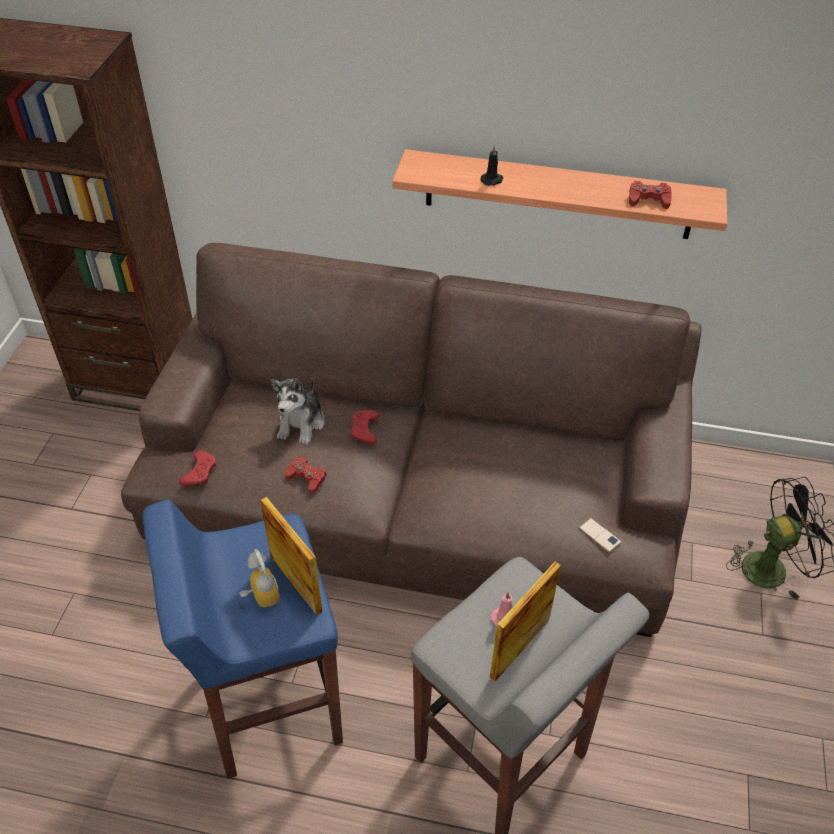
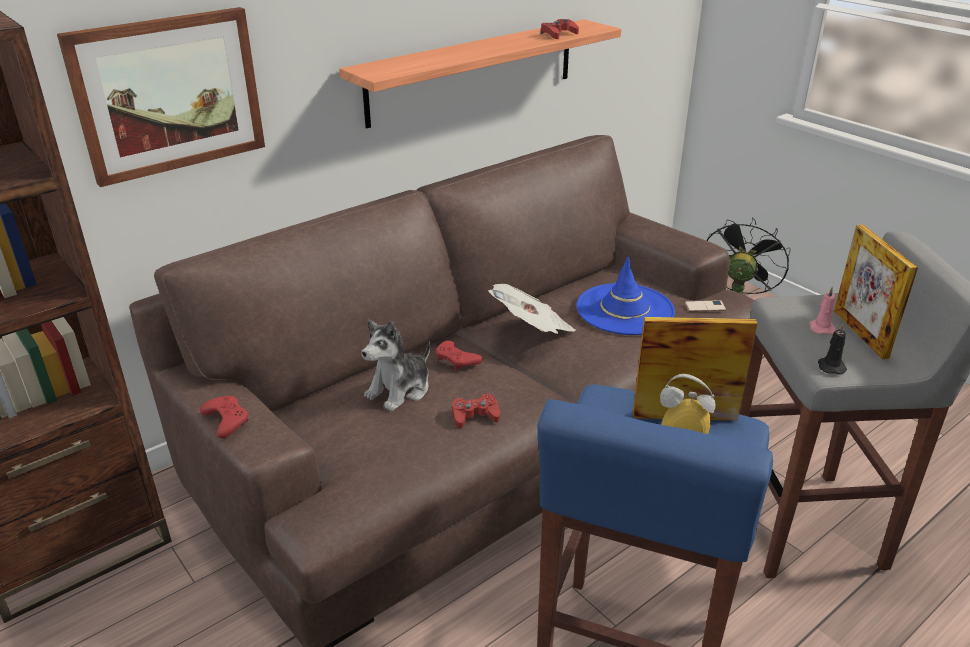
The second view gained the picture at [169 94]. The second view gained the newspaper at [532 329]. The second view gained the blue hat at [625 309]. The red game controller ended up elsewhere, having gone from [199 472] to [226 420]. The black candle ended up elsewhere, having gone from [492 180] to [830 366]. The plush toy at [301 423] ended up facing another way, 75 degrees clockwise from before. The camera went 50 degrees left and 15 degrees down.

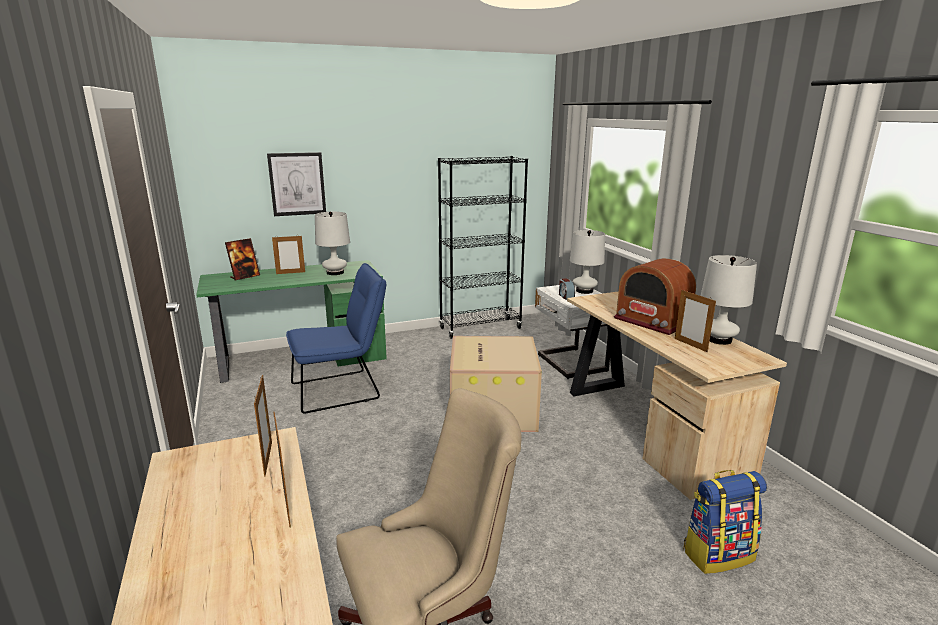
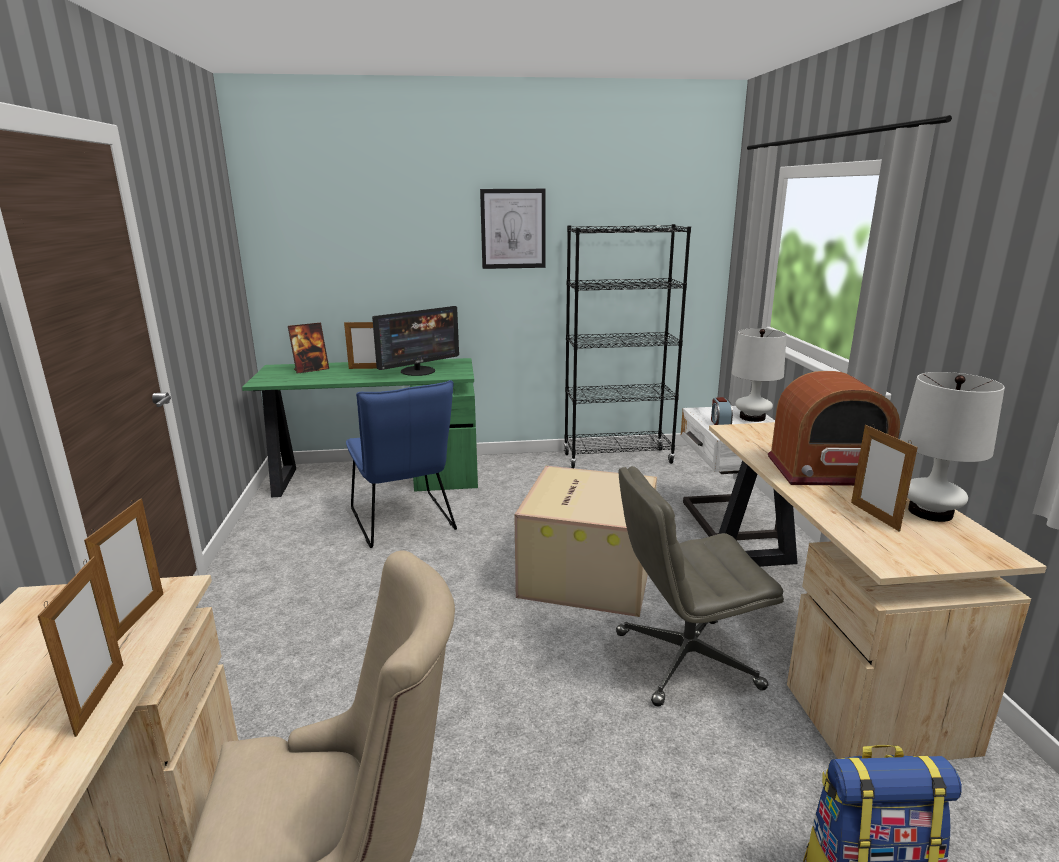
The second view gained the grey office chair at [685 661]. The picture ended up elsewhere, having gone from [297 184] to [513 229]. Where the white table lamp stood at [335 272], the monitor came to stand at [418 371]. The blue chair at [342 390] ended up facing another way, 75 degrees clockwise from before. The radio at [652 321] ended up facing another way, 60 degrees counterclockwise from before. The camera went 15 degrees right and 0 degrees up.

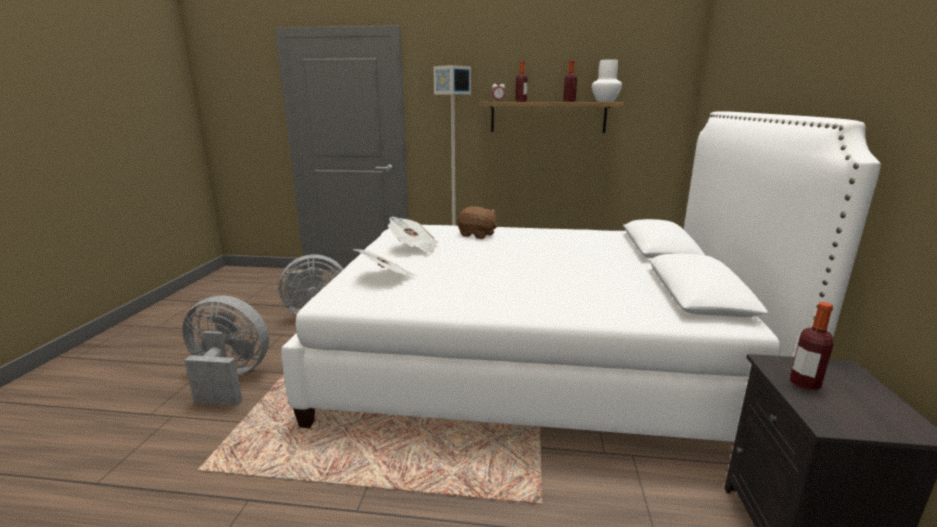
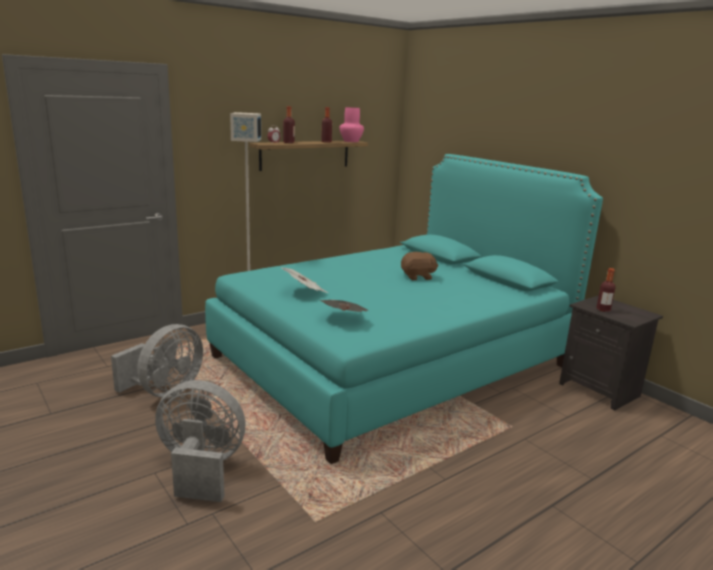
The brown plush toy ended up elsewhere, having gone from [477 235] to [418 277]. What was the white bed at [530 359] turned into the turquoise bed at [392 360]. What was the white vase at [605 101] turned into the pink vase at [351 141]. The grey fan at [229 379] ended up facing another way, 45 degrees clockwise from before. The camera went 45 degrees left and 0 degrees up.

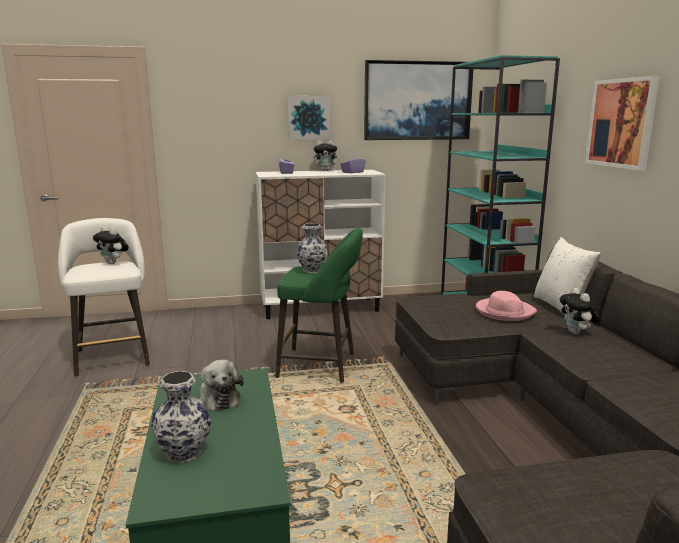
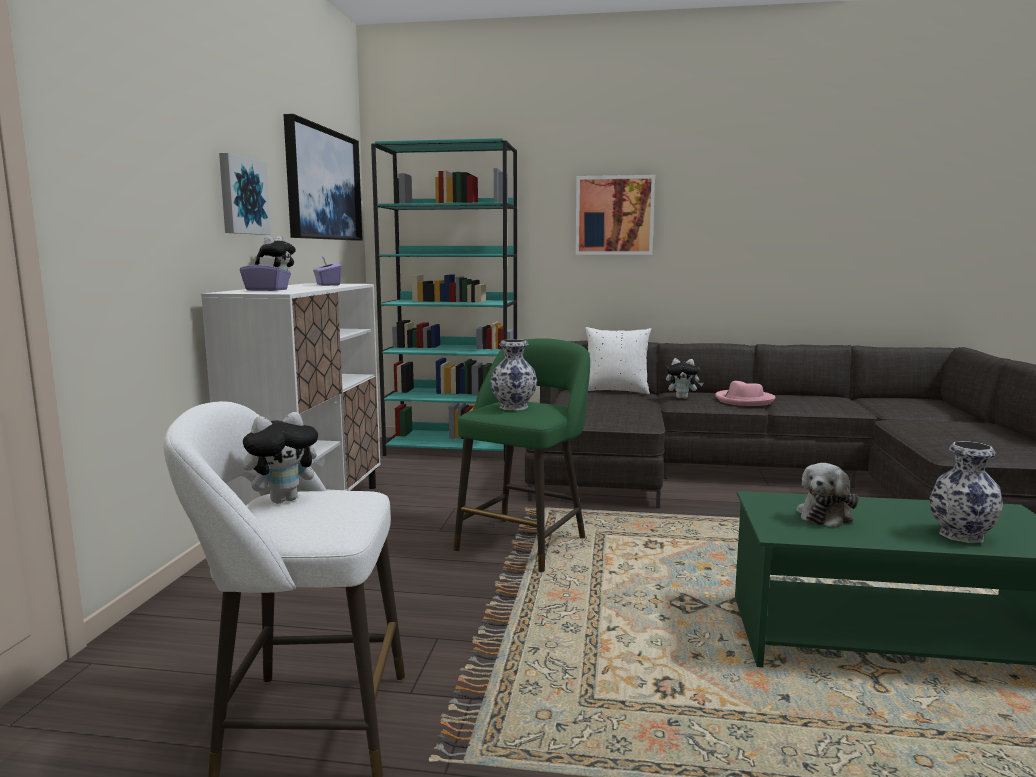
The pink hat ended up elsewhere, having gone from [504 312] to [744 400]. The plush toy at [218 398] ended up facing another way, 135 degrees clockwise from before. The camera went 70 degrees left and 5 degrees down.

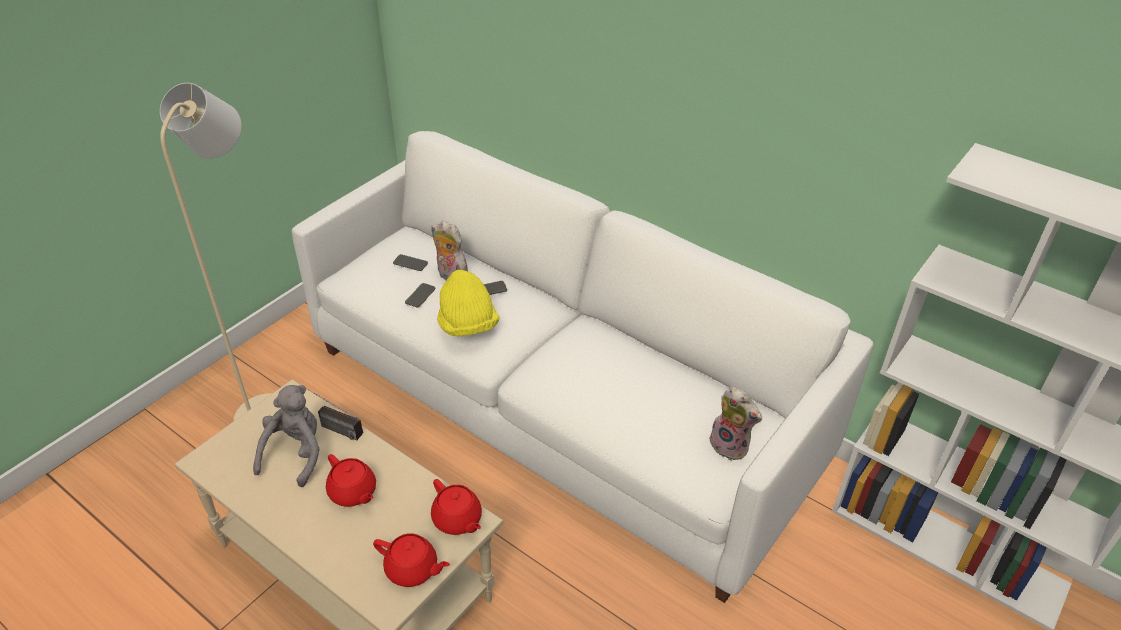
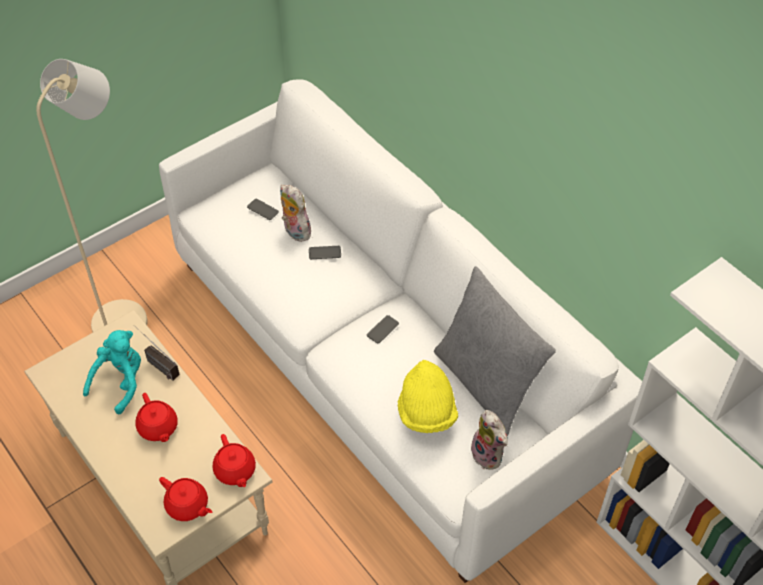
The second view gained the grey pillow at [486 383]. The phone ended up elsewhere, having gone from [420 296] to [382 329]. The yellow hat ended up elsewhere, having gone from [468 325] to [426 412]. What was the grey plush toy at [295 453] turned into the turquoise plush toy at [120 382]. The camera went 15 degrees right and 10 degrees up.

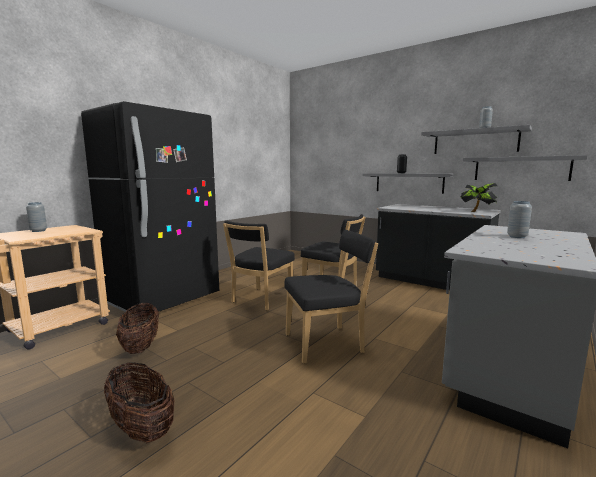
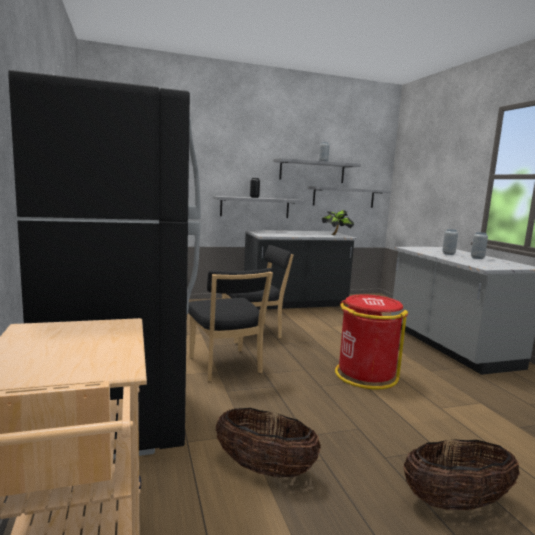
The grey vase ended up elsewhere, having gone from [38 231] to [477 258]. Where the black chair stood at [327 343], the red trash can came to stand at [365 375]. The camera went 55 degrees left and 0 degrees up.

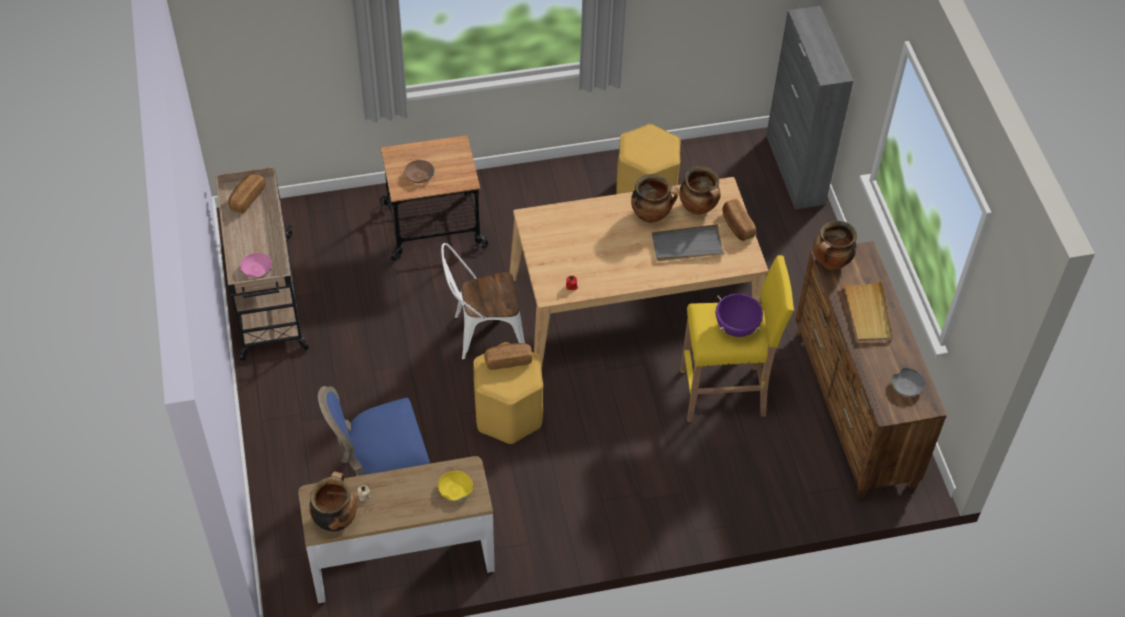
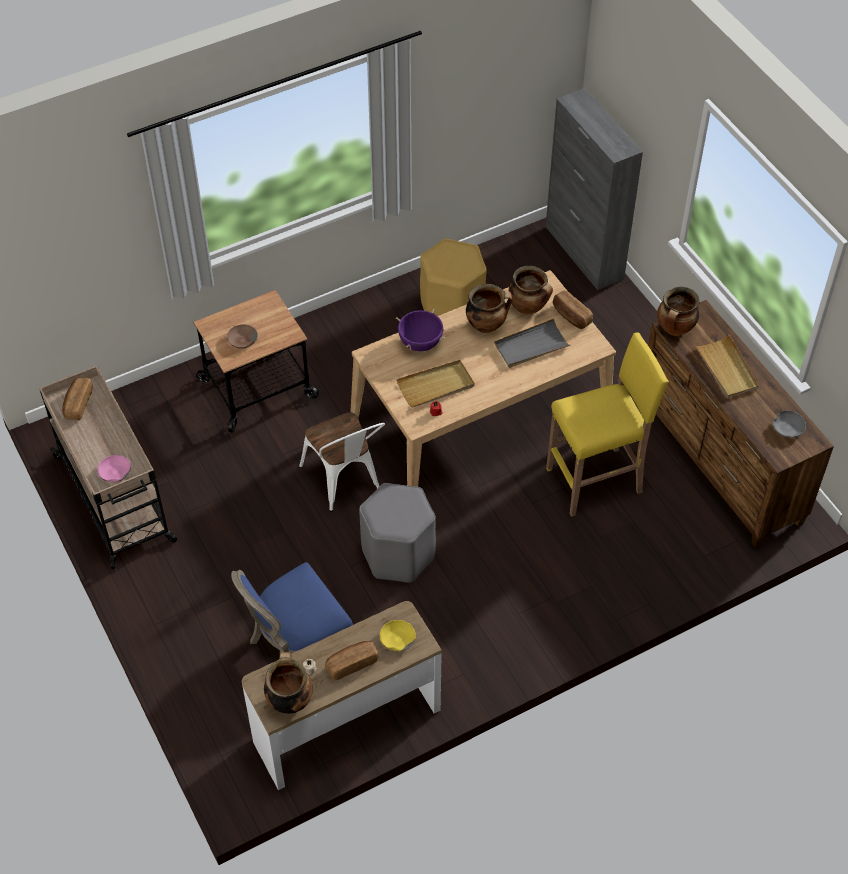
The second view gained the beige tray at [436 386]. The bread ended up elsewhere, having gone from [508 360] to [351 663]. The purple cooking pot ended up elsewhere, having gone from [736 327] to [420 343]. What was the yellow stool at [508 414] turned into the grey stool at [397 554]. The white chair at [483 334] ended up facing another way, 90 degrees counterclockwise from before. The camera went 15 degrees left and 0 degrees up.

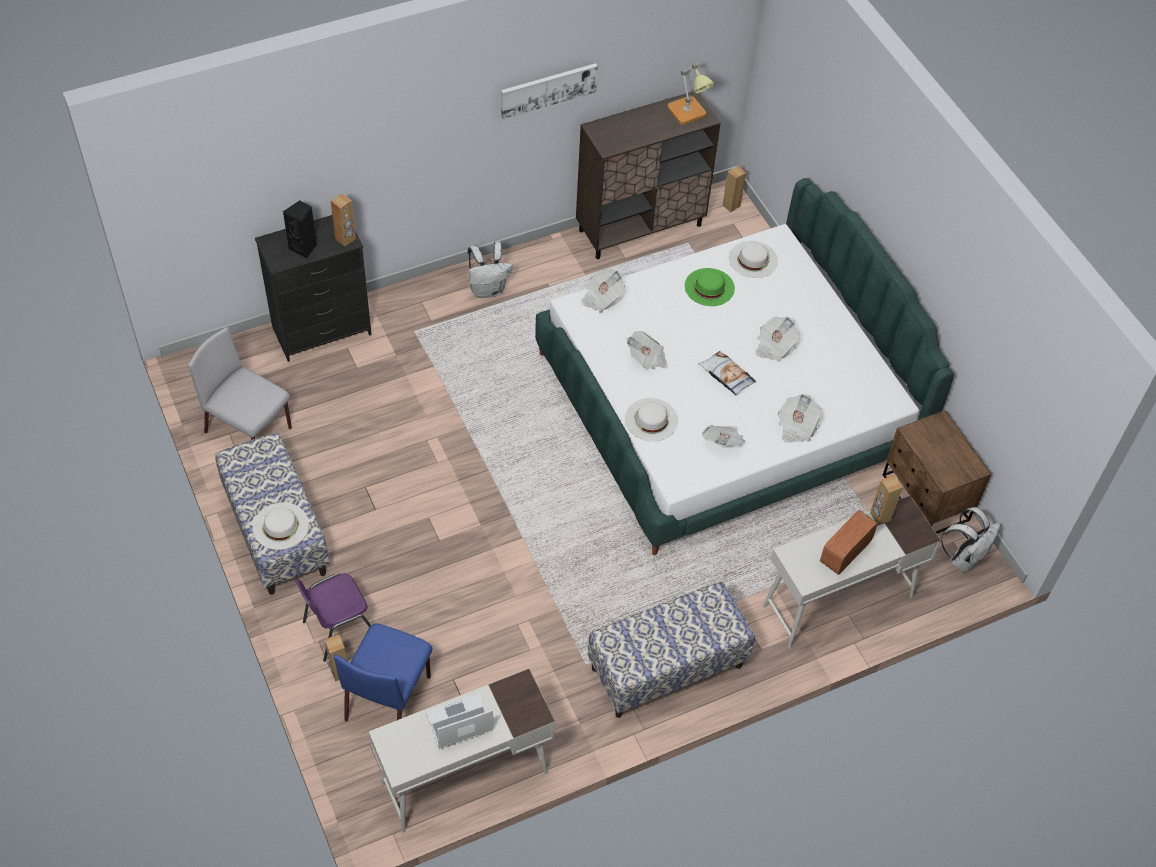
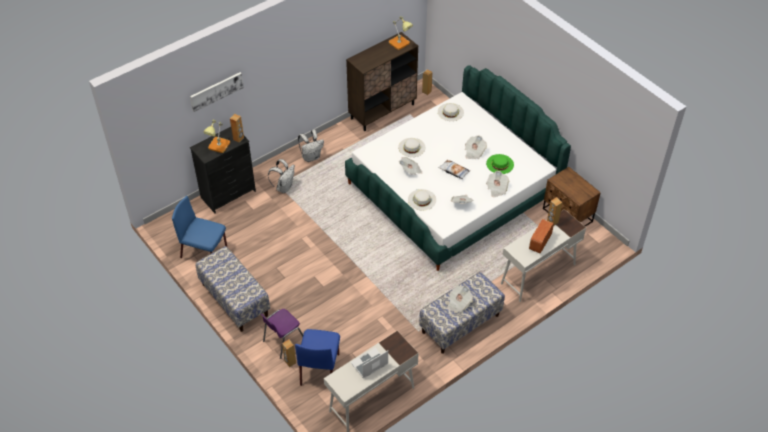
The white hat ended up elsewhere, having gone from [280 526] to [411 147]. The picture ended up elsewhere, having gone from [548 89] to [216 91]. The newspaper ended up elsewhere, having gone from [601 298] to [458 303]. The green hat ended up elsewhere, having gone from [709 287] to [500 164]. The white backpack ended up elsewhere, having gone from [964 558] to [284 187]. Where the black speaker stood at [304 248], the table lamp came to stand at [218 147]. What was the grey chair at [249 431] turned into the blue chair at [204 252]. The camera went 10 degrees left and 5 degrees down.

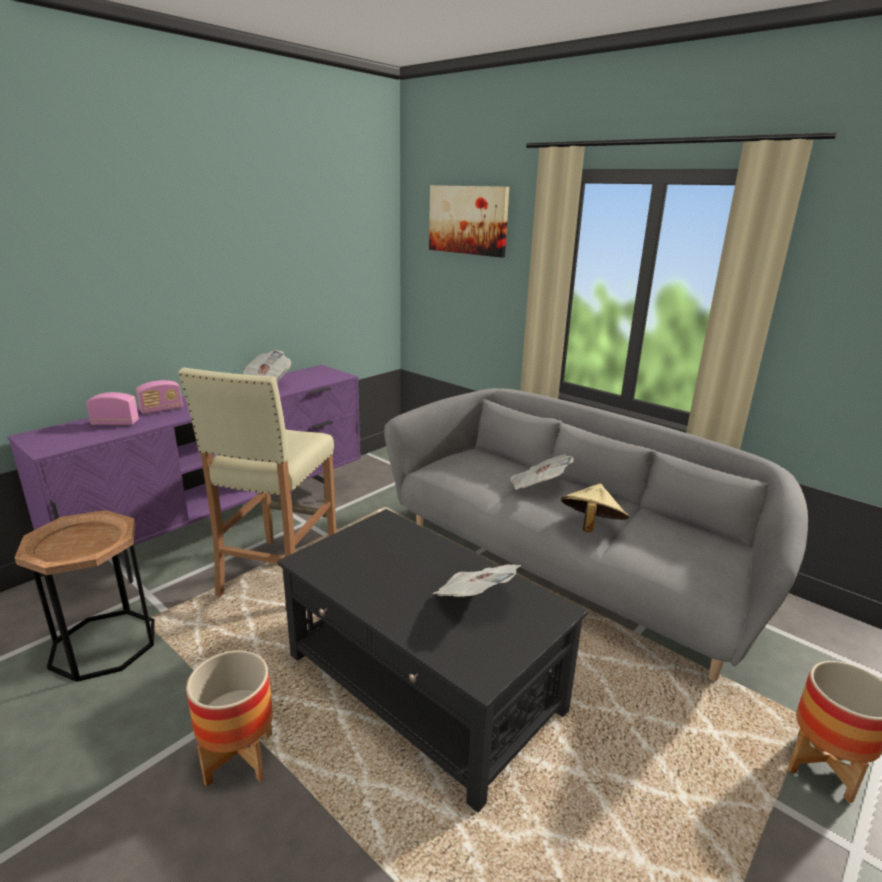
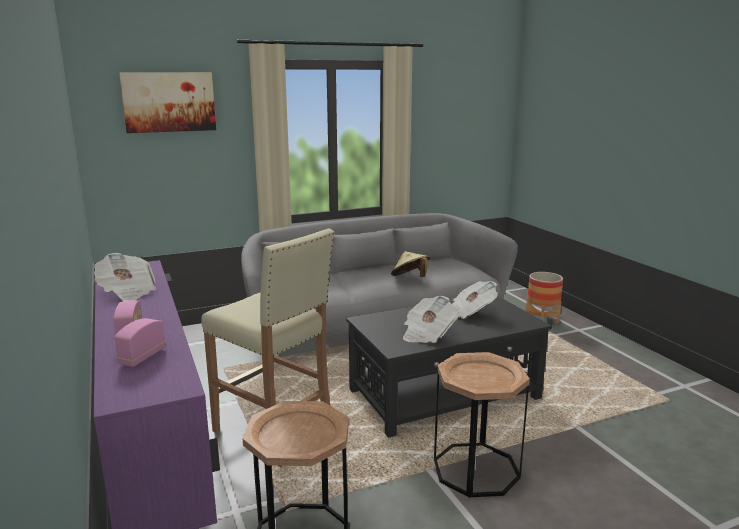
The newspaper ended up elsewhere, having gone from [538 486] to [427 334]. Where the planter stood at [240 758], the brown side table came to stand at [476 469]. The camera went 65 degrees left and 5 degrees down.

